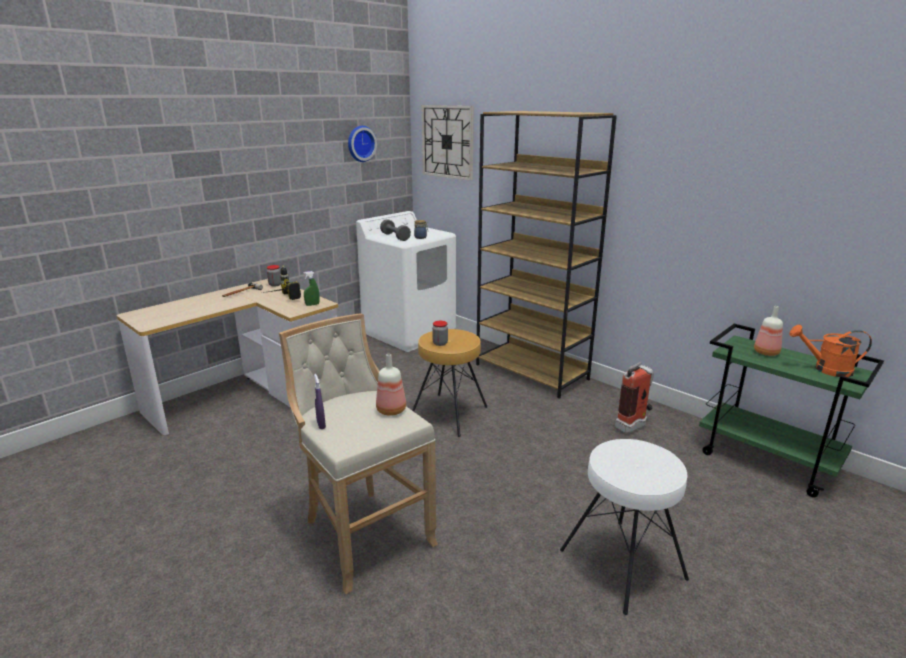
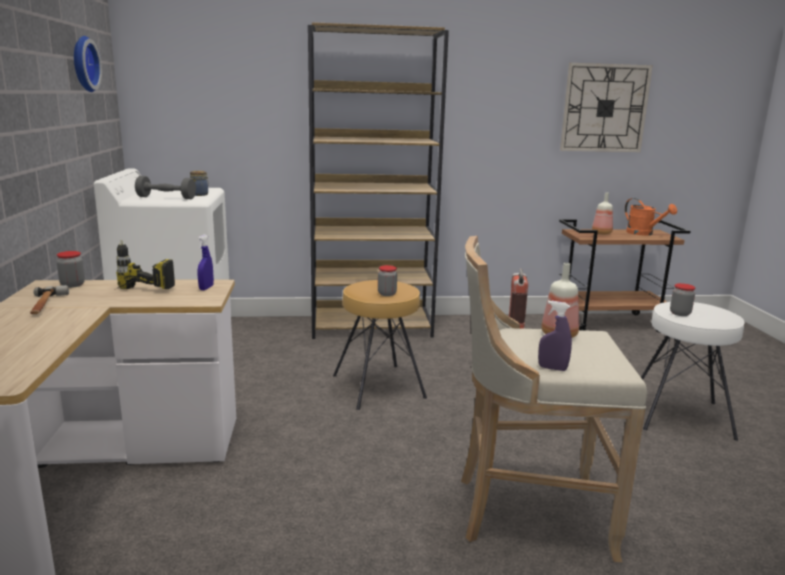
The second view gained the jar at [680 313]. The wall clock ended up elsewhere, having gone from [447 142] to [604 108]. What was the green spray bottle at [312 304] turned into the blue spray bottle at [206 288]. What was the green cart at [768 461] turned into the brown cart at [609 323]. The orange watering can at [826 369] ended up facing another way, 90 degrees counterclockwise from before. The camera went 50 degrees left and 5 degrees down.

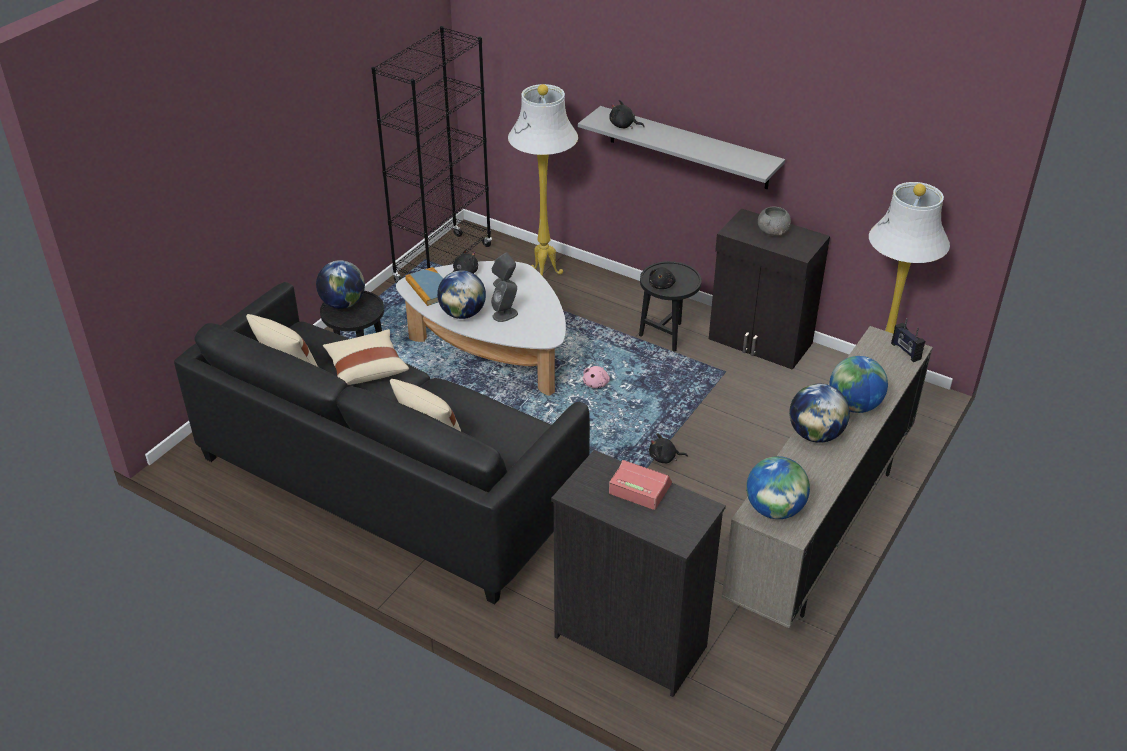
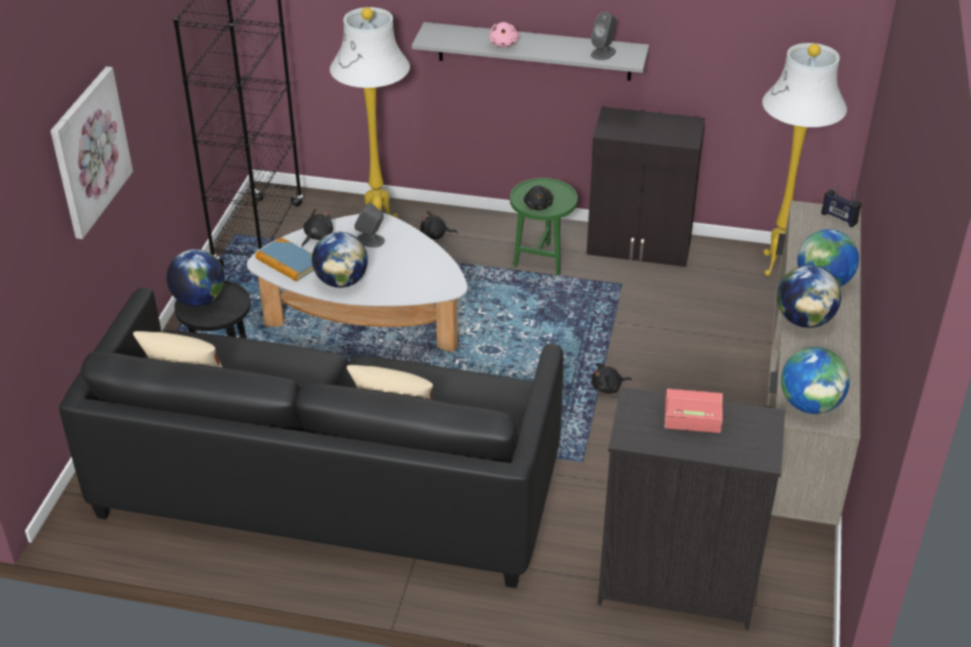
The second view lost the beige pillow at [366 368]. The second view lost the grey bowl at [773 232]. The second view gained the picture at [89 151]. The grey speaker ended up elsewhere, having gone from [505 314] to [603 53]. The pink plush toy ended up elsewhere, having gone from [596 383] to [504 44]. The black plush toy ended up elsewhere, having gone from [623 126] to [435 235]. What was the black side table at [667 334] turned into the green side table at [541 259]. The camera went 20 degrees left and 0 degrees up.

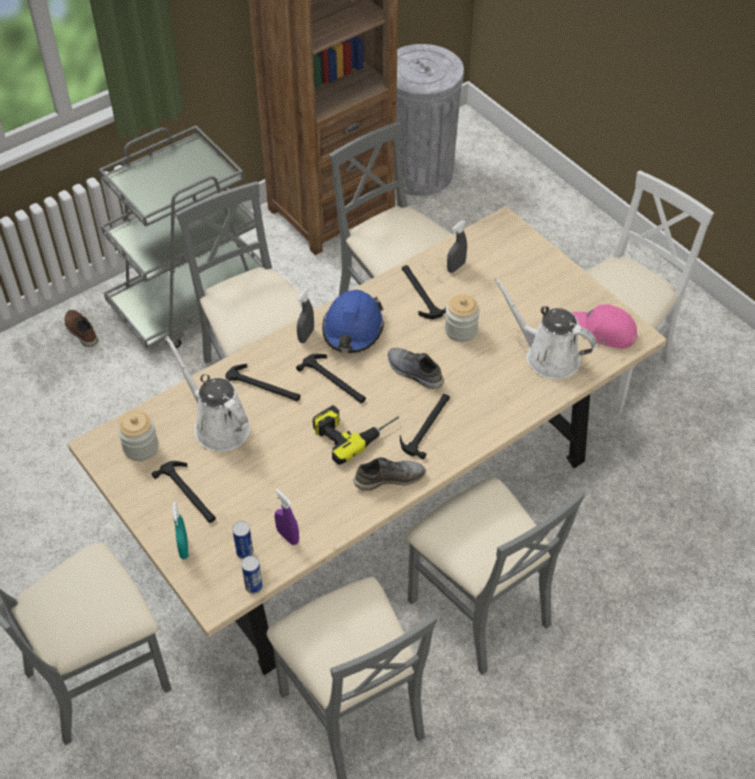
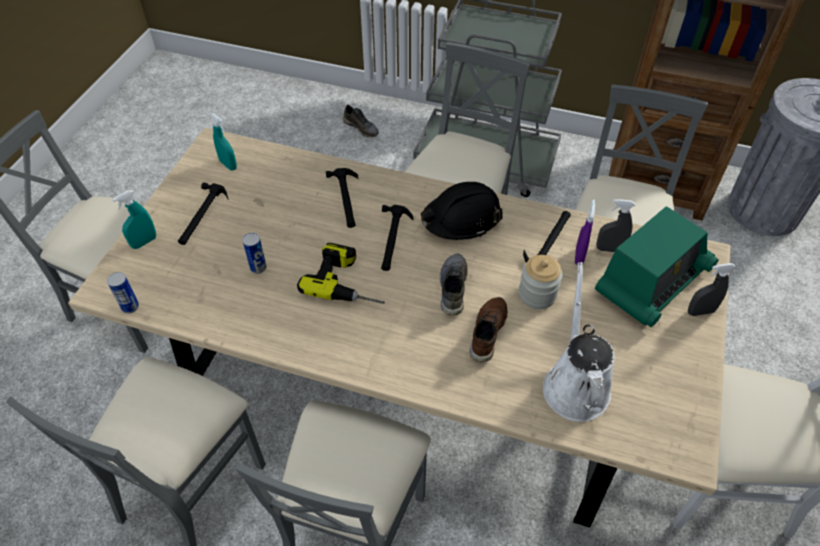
The second view lost the white watering can at [218 425]. The second view lost the hammer at [427 425]. The second view lost the pink cap at [603 331]. The second view gained the radio at [652 281]. The brown shoe ended up elsewhere, having gone from [80 332] to [486 332]. The can ended up elsewhere, having gone from [244 552] to [258 267]. The purple spray bottle ended up elsewhere, having gone from [287 536] to [579 256]. The grey spray bottle ended up elsewhere, having gone from [306 335] to [700 311]. The grey shoe ended up elsewhere, having gone from [389 478] to [361 127]. Where the jar stood at [141 447], the turquoise spray bottle came to stand at [228 165]. What was the blue hard hat at [353 329] turned into the black hard hat at [461 219]. The camera went 55 degrees right and 0 degrees up.

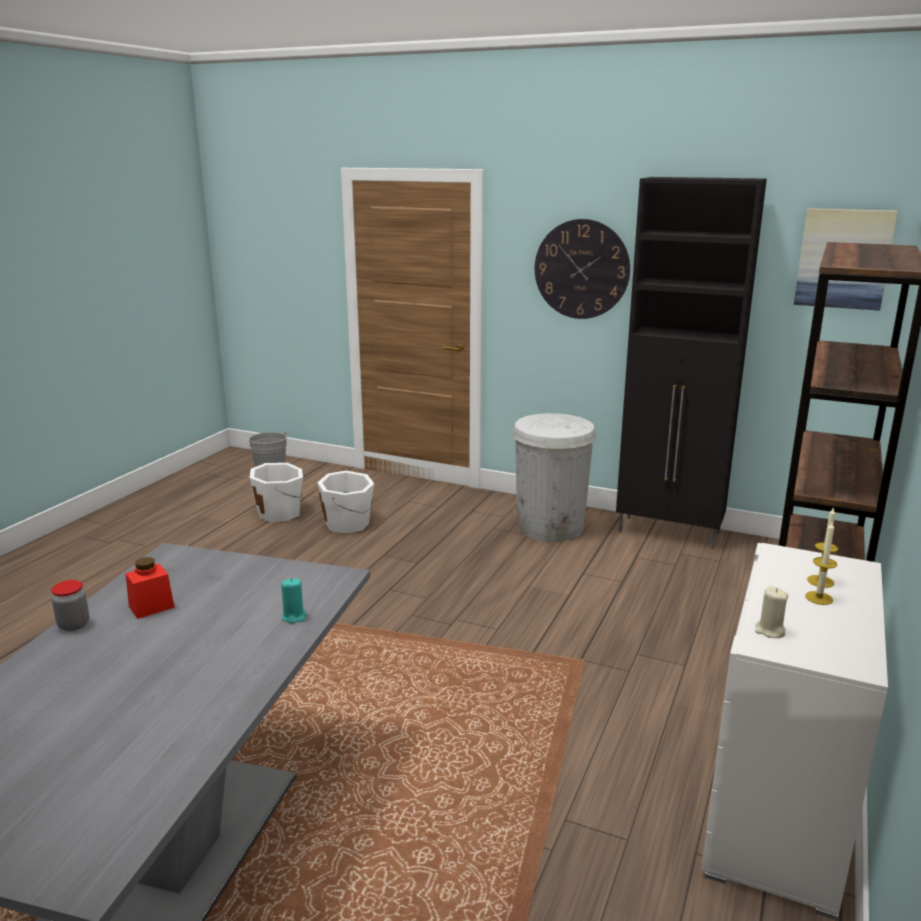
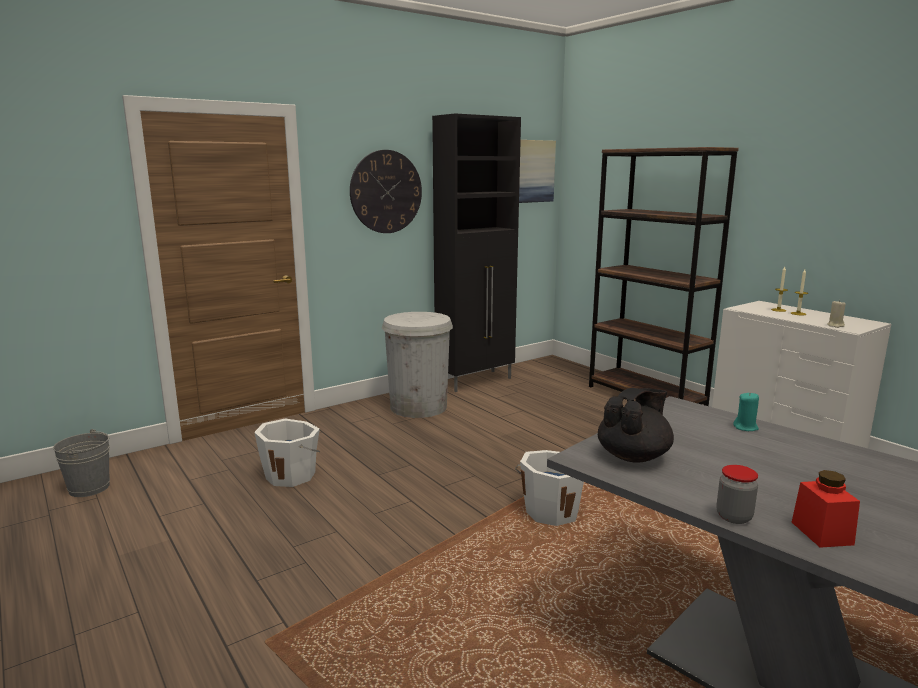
The second view gained the black teapot at [634 456]. The red jar ended up elsewhere, having gone from [151 607] to [822 533]. The white bucket ended up elsewhere, having gone from [280 513] to [552 512]. The camera went 60 degrees left and 5 degrees down.

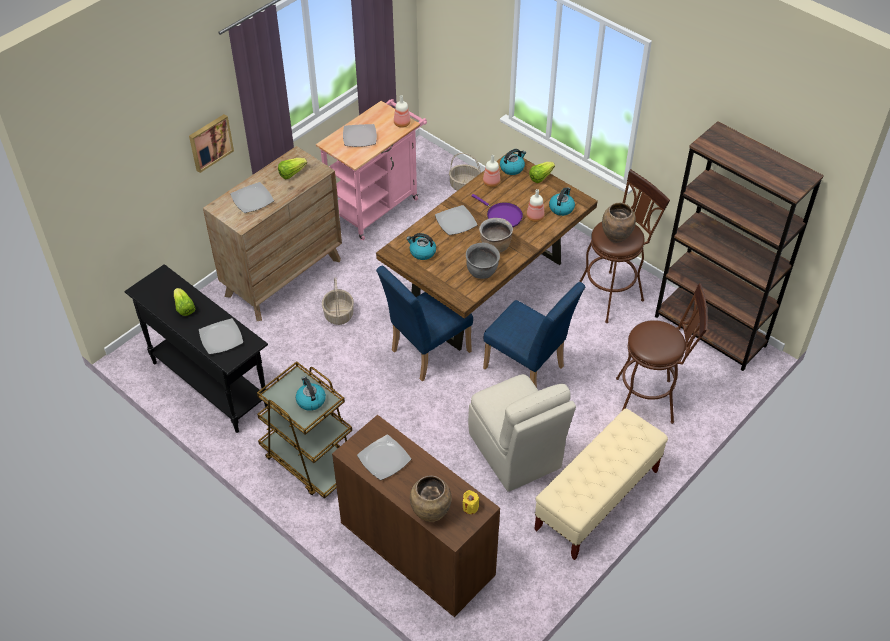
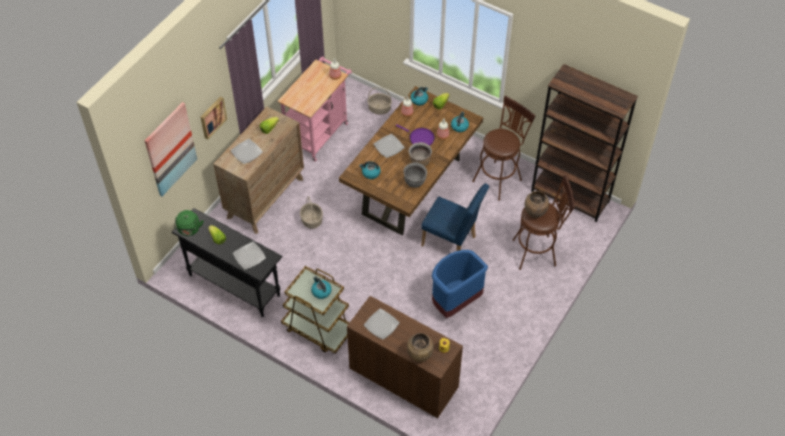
The second view lost the plate at [359 137]. The second view lost the blue chair at [425 353]. The second view lost the beige bench at [596 500]. The second view gained the picture at [170 149]. The second view gained the green kettle at [189 230]. The brown vase ended up elsewhere, having gone from [616 237] to [535 213]. Where the beige chair stood at [515 452], the blue trash can came to stand at [455 302]. The camera went 10 degrees left and 5 degrees up.

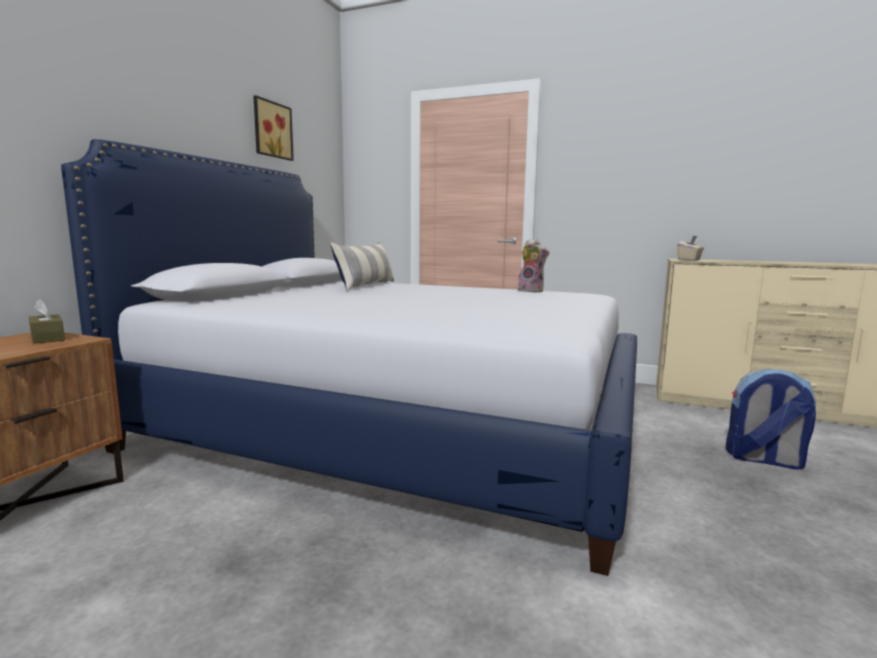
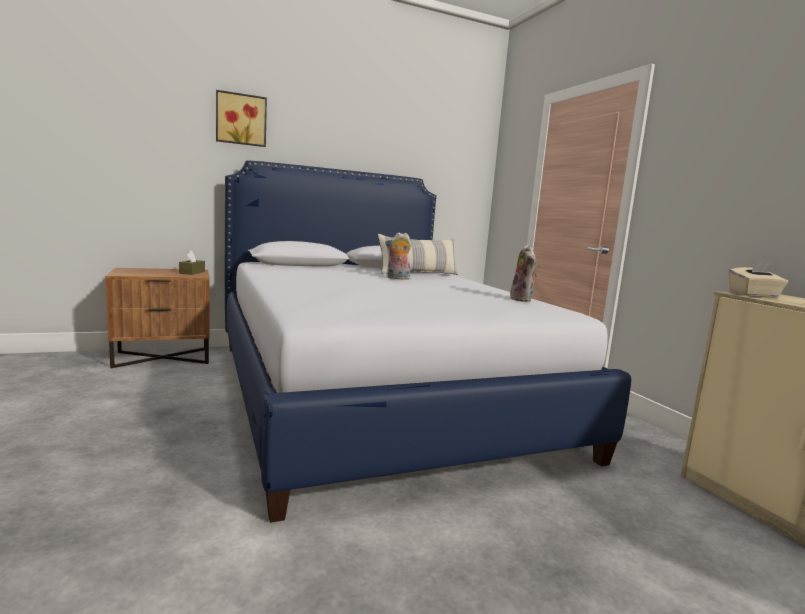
The second view lost the backpack at [763 460]. The second view gained the plush toy at [397 278]. The picture ended up elsewhere, having gone from [271 130] to [241 119]. The camera went 45 degrees right and 0 degrees up.

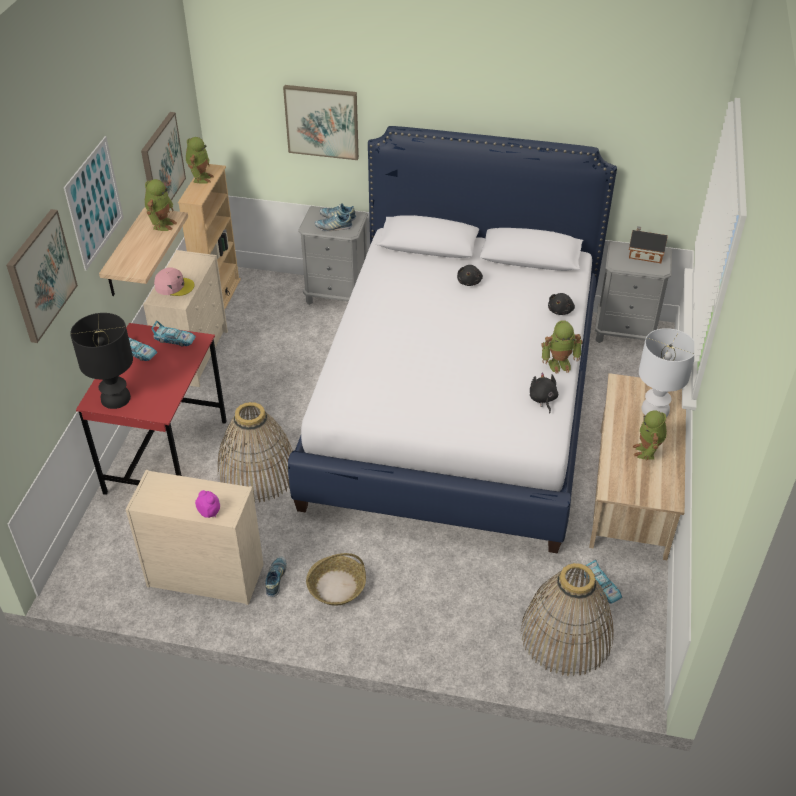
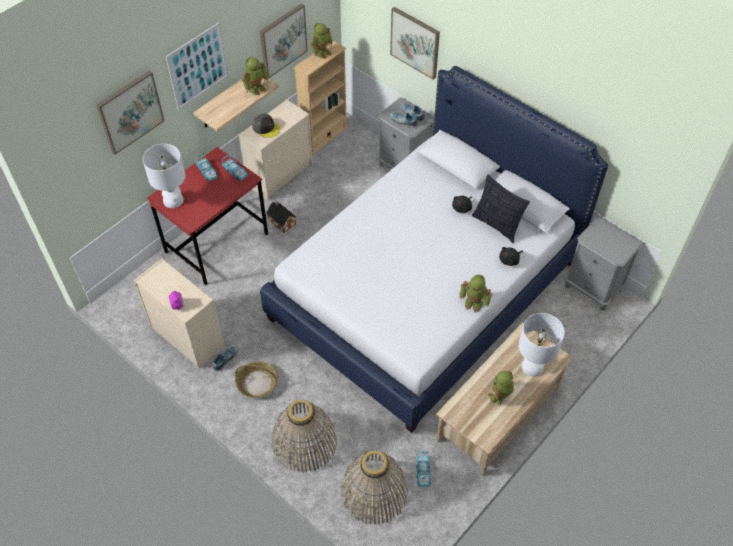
The second view lost the black plush toy at [542 399]. The second view gained the pillow at [496 225]. The basket ended up elsewhere, having gone from [257 472] to [304 442]. The toy house ended up elsewhere, having gone from [644 254] to [281 221]. What was the black table lamp at [116 399] turned into the white table lamp at [173 201]. What was the pink cap at [174 286] turned into the grey cap at [266 128]. The camera went 30 degrees right and 10 degrees up.

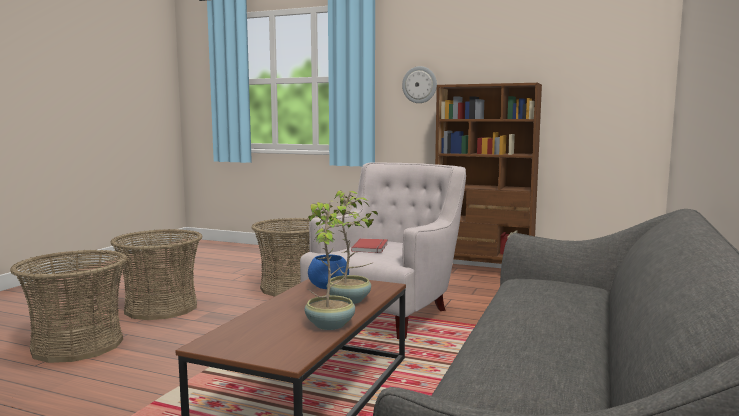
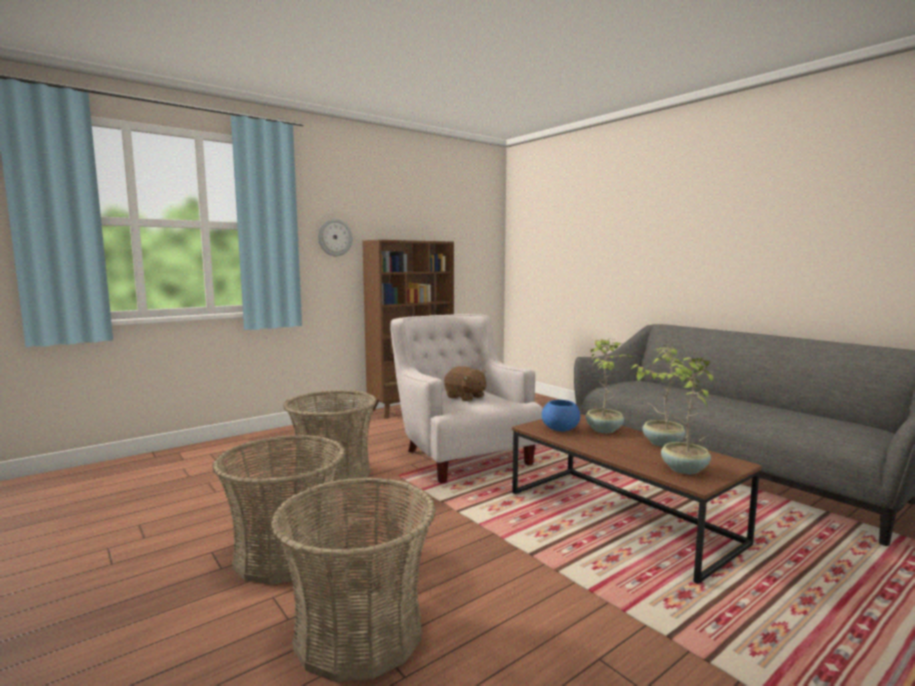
The second view gained the potted plant at [683 469]. Where the red book stood at [371 247], the brown plush toy came to stand at [465 397]. The camera went 60 degrees left and 0 degrees up.

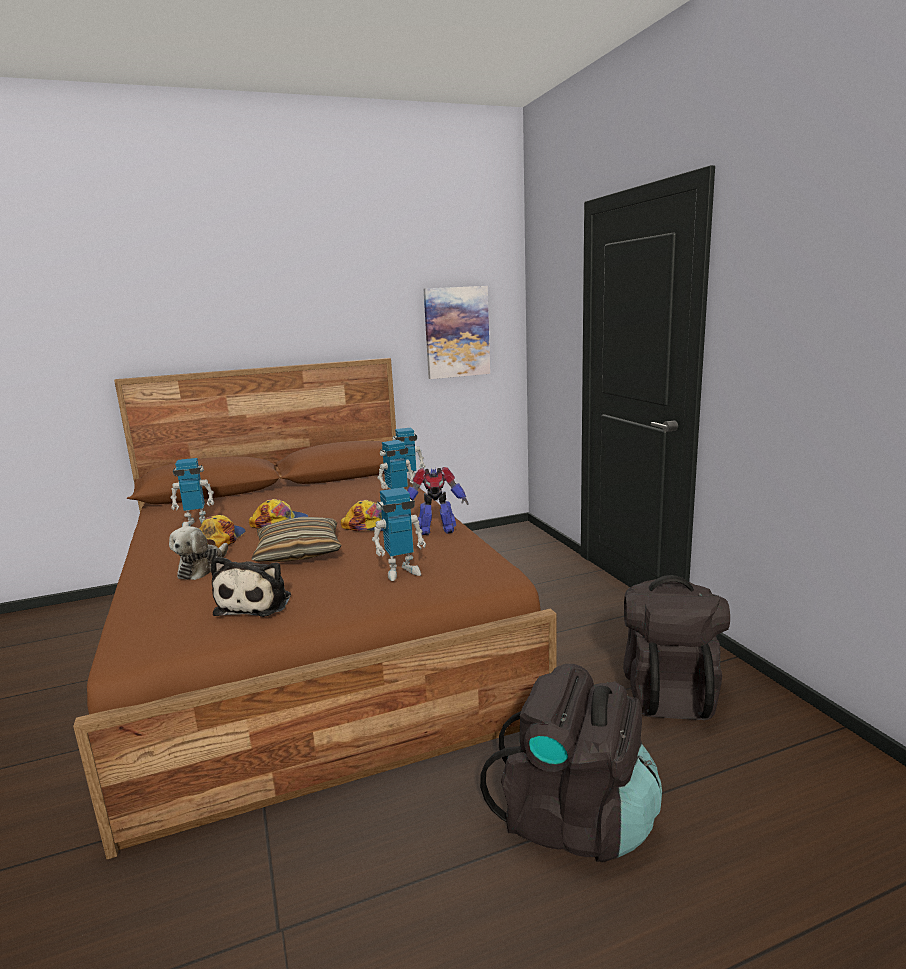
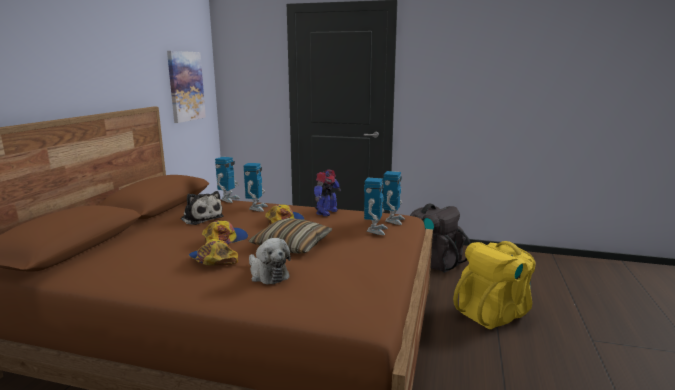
The toy robot ended up elsewhere, having gone from [196 523] to [393 220]. The plush toy ended up elsewhere, having gone from [256 603] to [201 218]. What was the black backpack at [574 820] turned into the yellow backpack at [493 313]. The camera went 55 degrees left and 0 degrees up.

